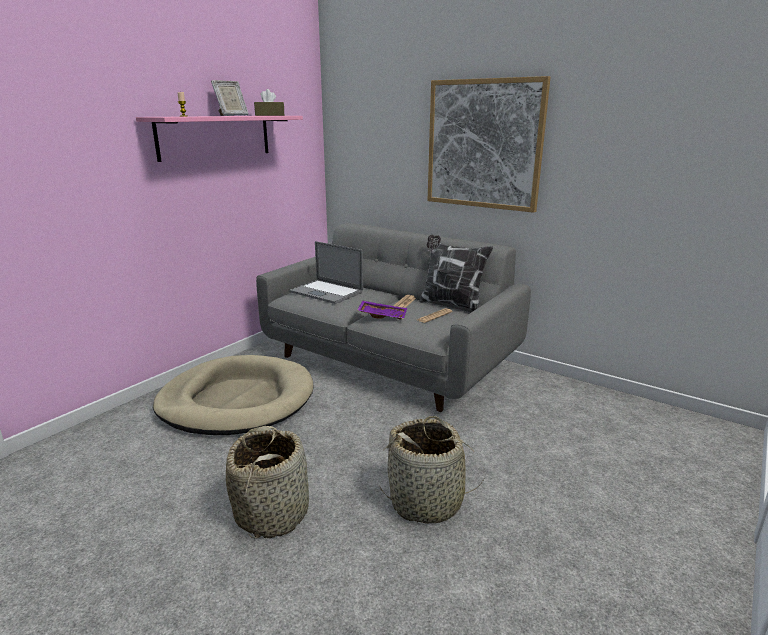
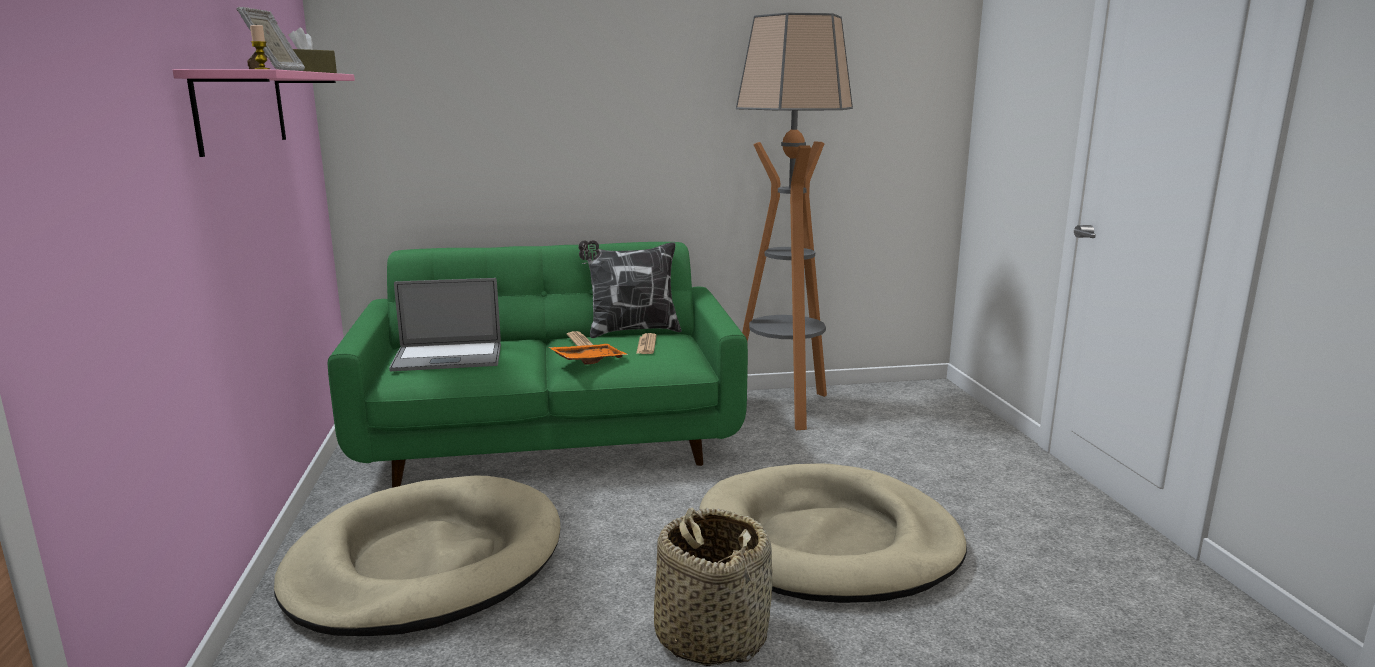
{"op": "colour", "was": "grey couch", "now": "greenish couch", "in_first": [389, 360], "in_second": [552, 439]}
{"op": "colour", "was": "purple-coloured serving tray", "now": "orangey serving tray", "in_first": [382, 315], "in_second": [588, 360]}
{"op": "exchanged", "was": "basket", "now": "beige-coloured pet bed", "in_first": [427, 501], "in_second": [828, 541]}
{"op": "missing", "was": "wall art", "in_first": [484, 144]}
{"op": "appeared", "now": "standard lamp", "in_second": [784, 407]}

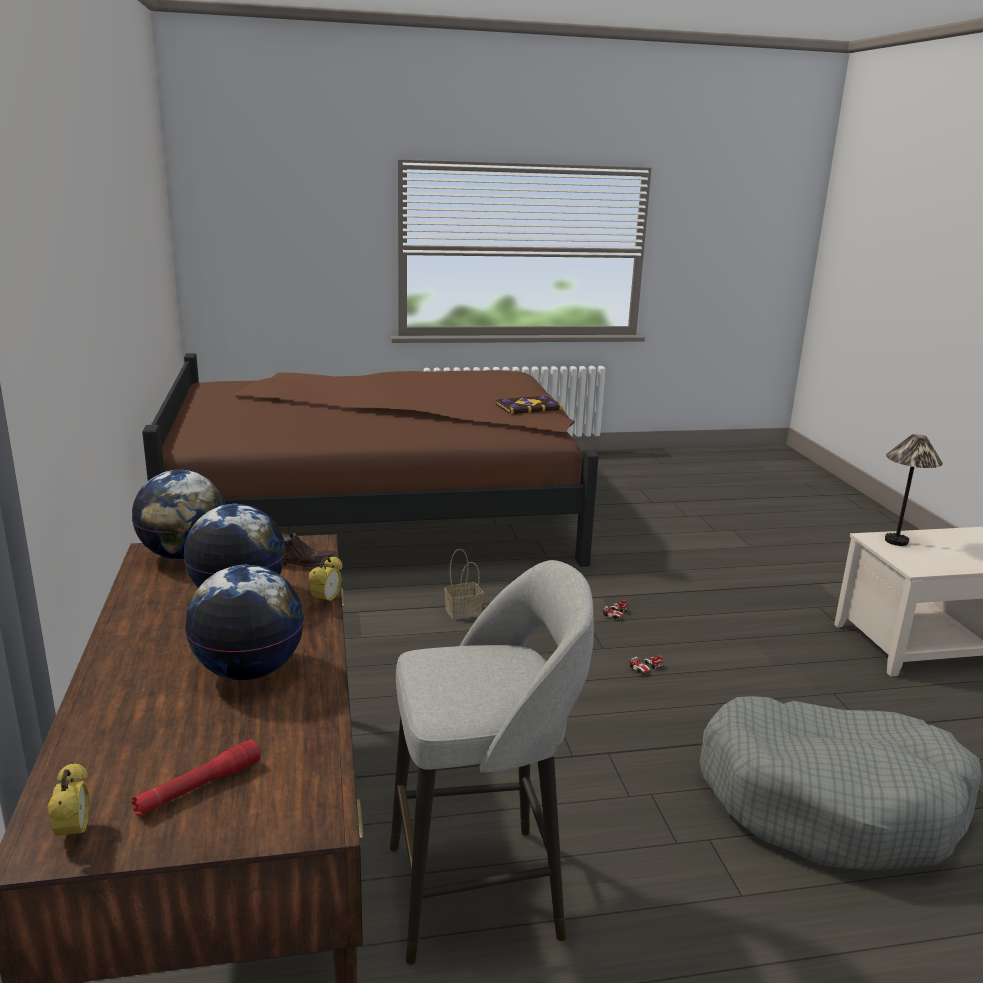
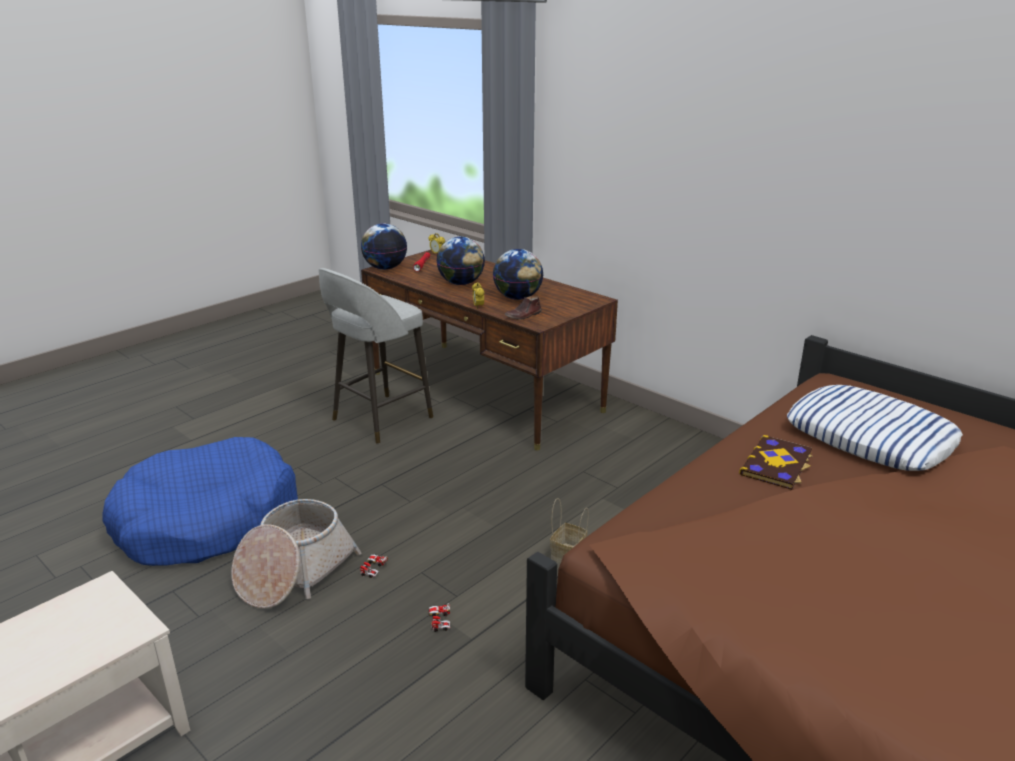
{"op": "relocated", "was": "world globe", "in_first": [183, 555], "in_second": [385, 268]}
{"op": "relocated", "was": "volume", "in_first": [528, 407], "in_second": [777, 464]}
{"op": "colour", "was": "grey pet bed", "now": "blue-coloured pet bed", "in_first": [831, 802], "in_second": [207, 521]}
{"op": "missing", "was": "table lamp", "in_first": [896, 541]}
{"op": "appeared", "now": "basket", "in_second": [294, 572]}
{"op": "appeared", "now": "pillow", "in_second": [870, 437]}

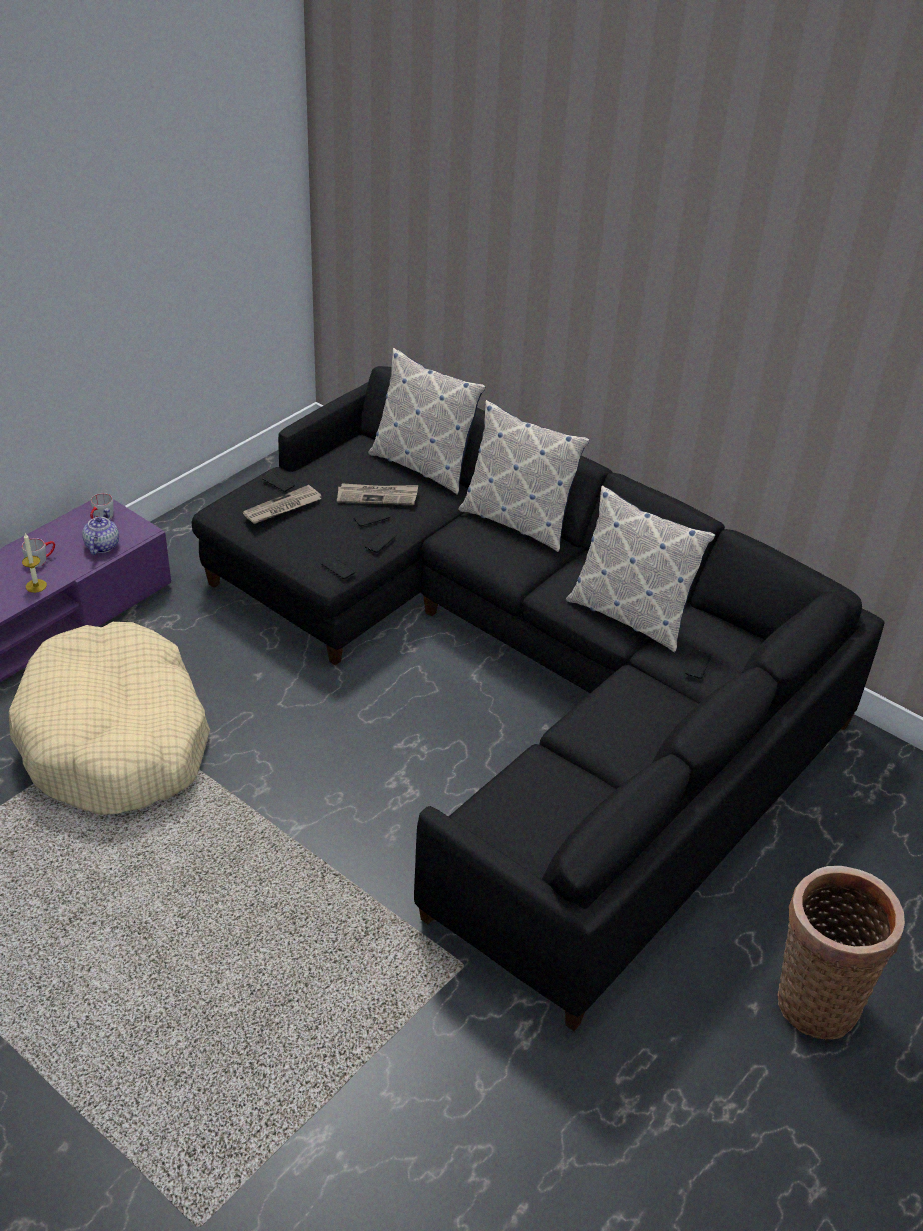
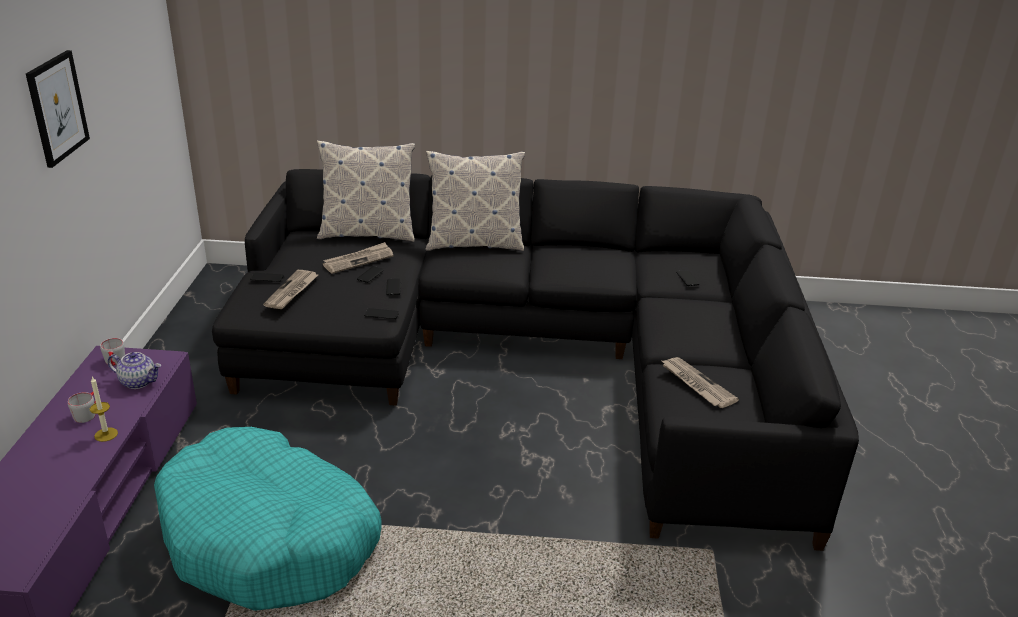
{"op": "colour", "was": "beige-coloured pet bed", "now": "blue-green pet bed", "in_first": [115, 739], "in_second": [269, 538]}
{"op": "spun", "was": "pot for tea", "in_first": [102, 545], "in_second": [138, 382], "clockwise": 135}
{"op": "missing", "was": "pillow", "in_first": [630, 615]}
{"op": "missing", "was": "basket", "in_first": [815, 998]}
{"op": "appeared", "now": "wall art", "in_second": [57, 108]}
{"op": "appeared", "now": "newspaper", "in_second": [696, 384]}

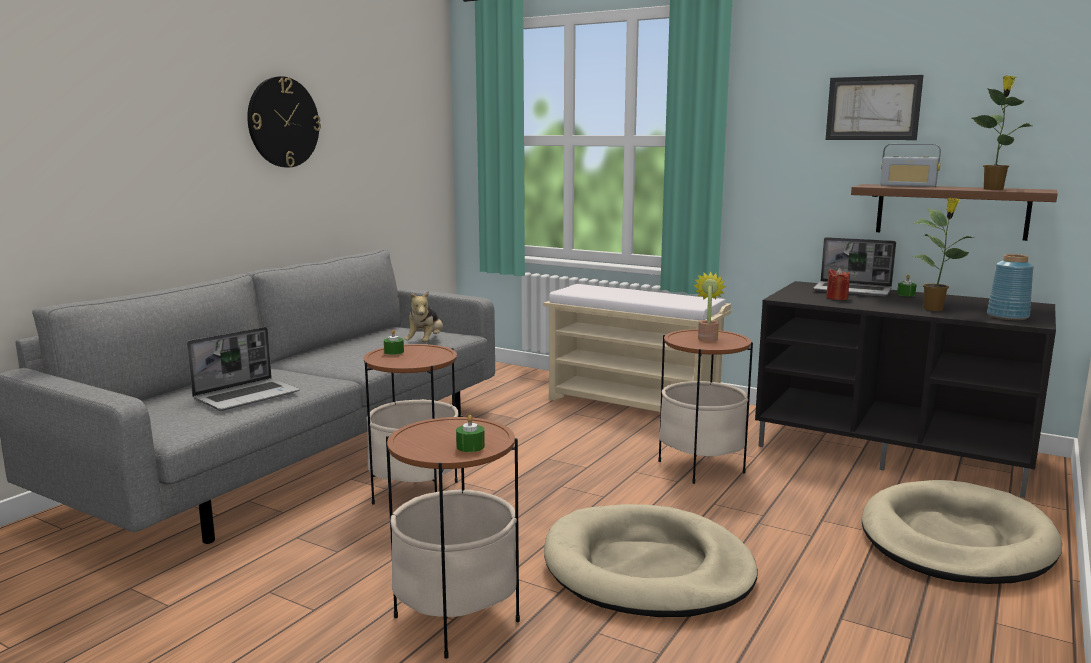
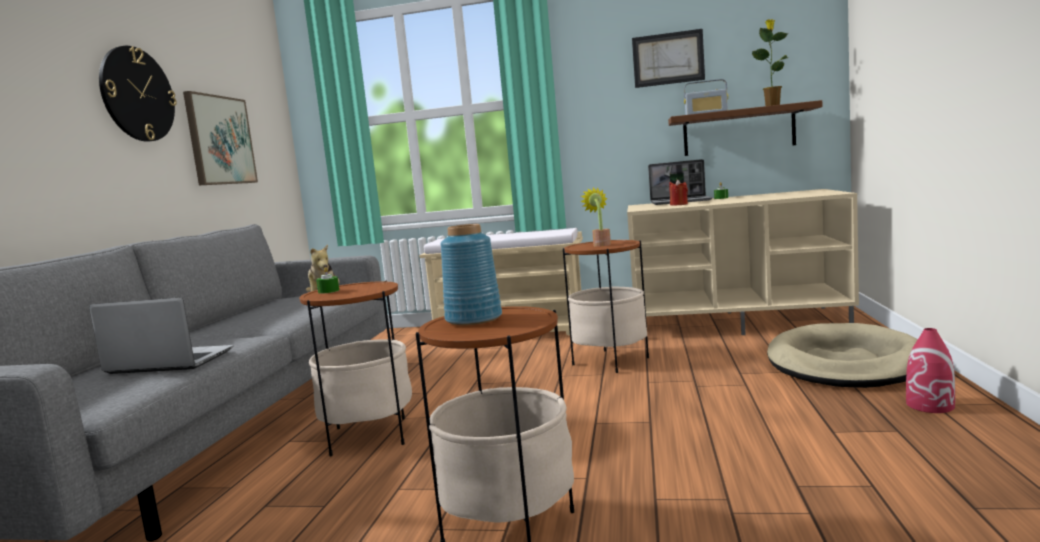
{"op": "spun", "was": "notebook computer", "in_first": [247, 396], "in_second": [168, 362], "clockwise": -105}
{"op": "missing", "was": "greenish wax candle", "in_first": [470, 446]}
{"op": "missing", "was": "beige-coloured pet bed", "in_first": [647, 568]}
{"op": "colour", "was": "black tv unit", "now": "beige-coloured tv unit", "in_first": [893, 450], "in_second": [737, 322]}
{"op": "missing", "was": "plant in a pot", "in_first": [934, 309]}
{"op": "relocated", "was": "blue-coloured flower vase", "in_first": [1008, 316], "in_second": [474, 319]}
{"op": "appeared", "now": "wall art", "in_second": [220, 140]}
{"op": "appeared", "now": "reddish flower vase", "in_second": [930, 405]}

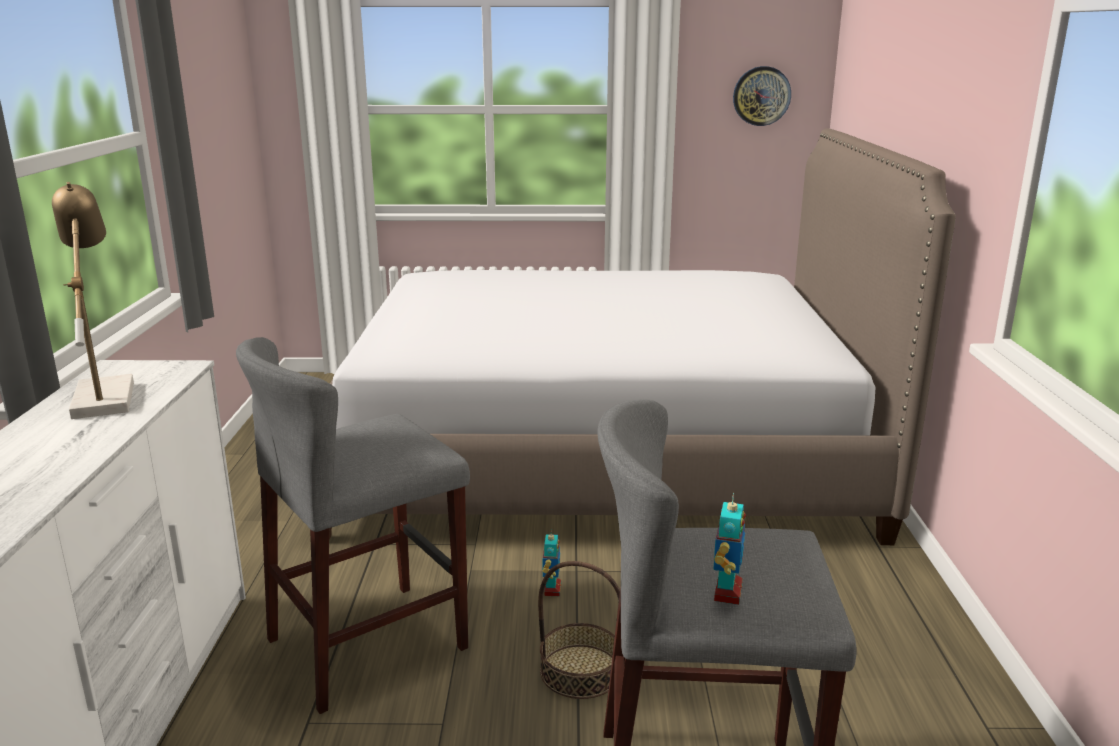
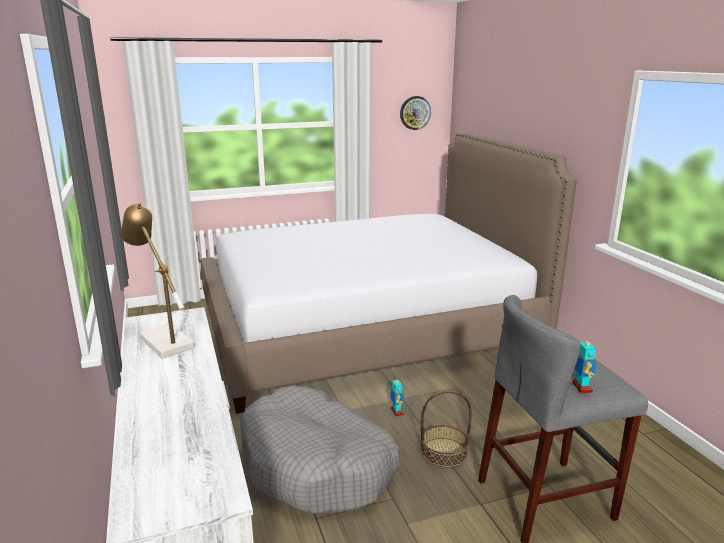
{"op": "exchanged", "was": "grey stool", "now": "grey pet bed", "in_first": [368, 644], "in_second": [317, 465]}

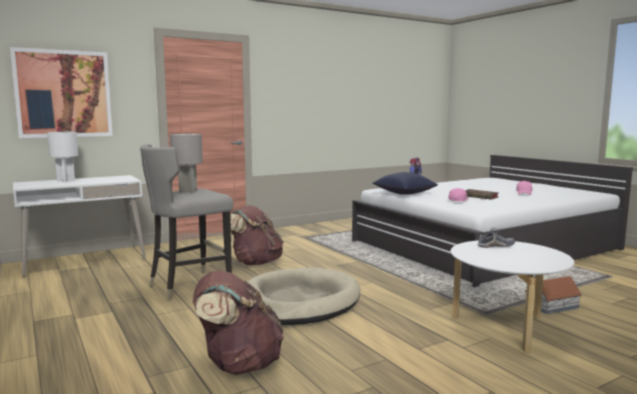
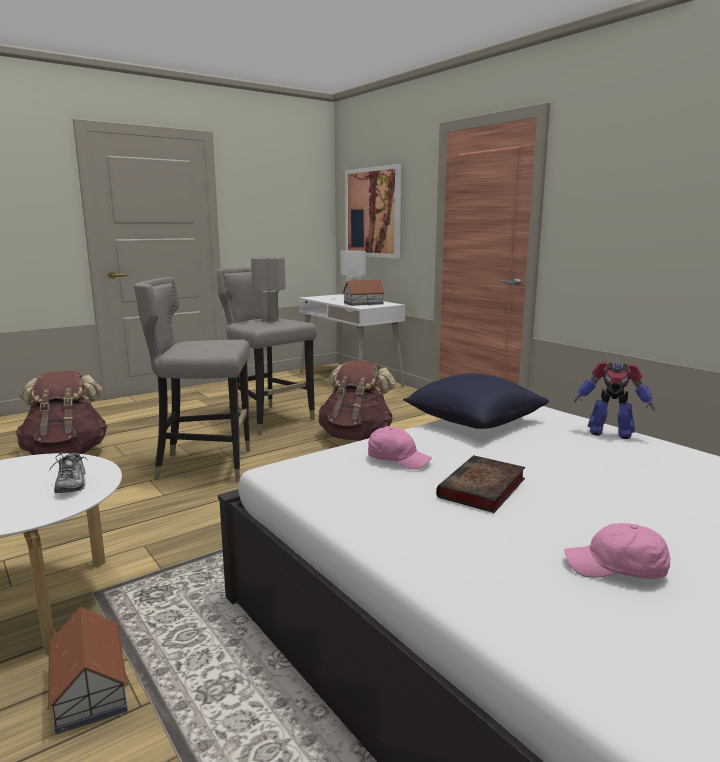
{"op": "exchanged", "was": "beige-coloured pet bed", "now": "grey stool", "in_first": [297, 302], "in_second": [204, 466]}
{"op": "appeared", "now": "toy house", "in_second": [364, 303]}

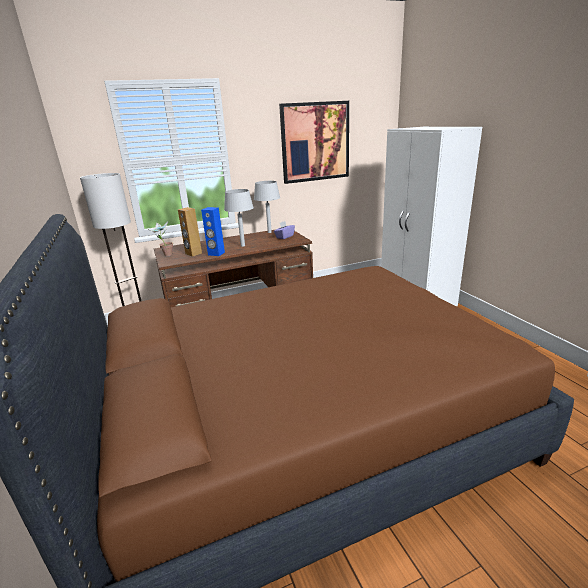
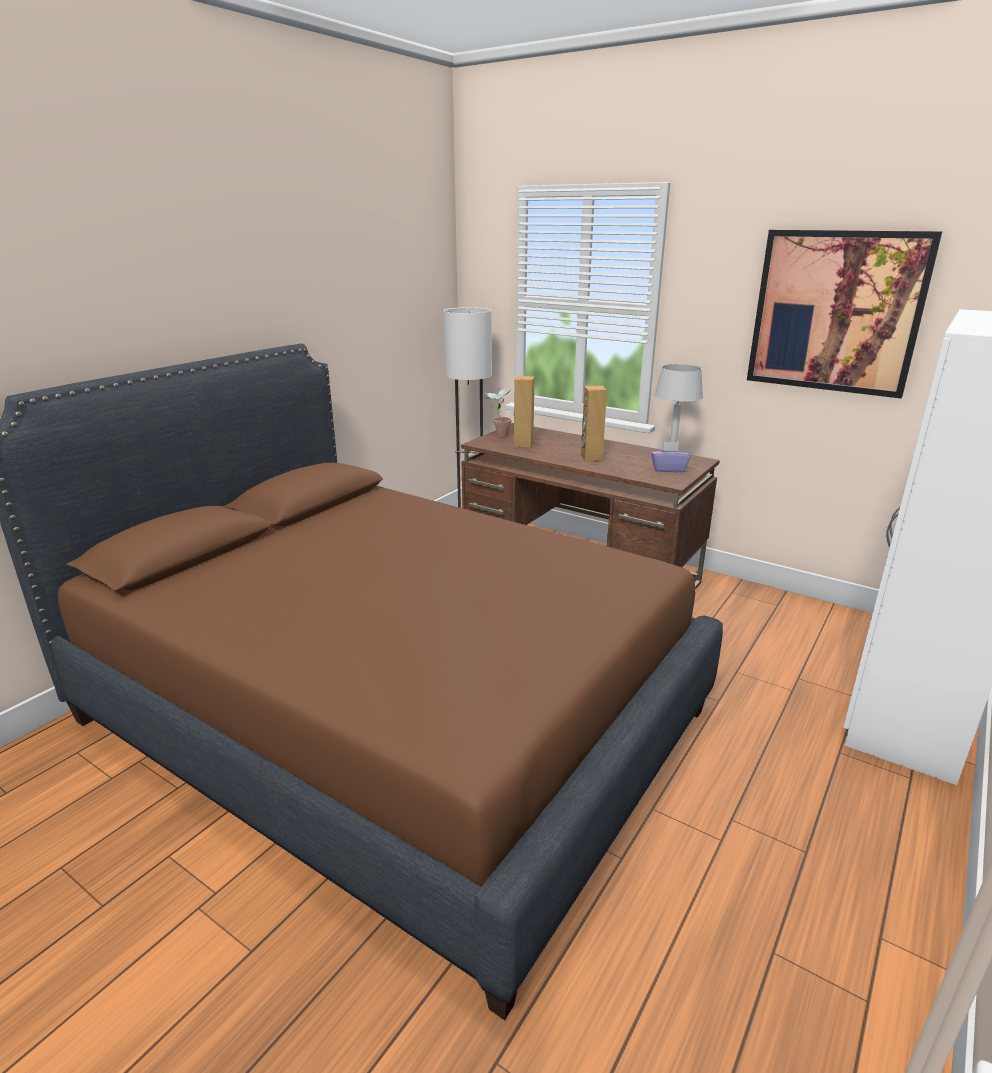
{"op": "missing", "was": "blue-coloured loudspeaker", "in_first": [216, 254]}
{"op": "exchanged", "was": "grey table lamp", "now": "brown-coloured loudspeaker", "in_first": [243, 245], "in_second": [591, 458]}

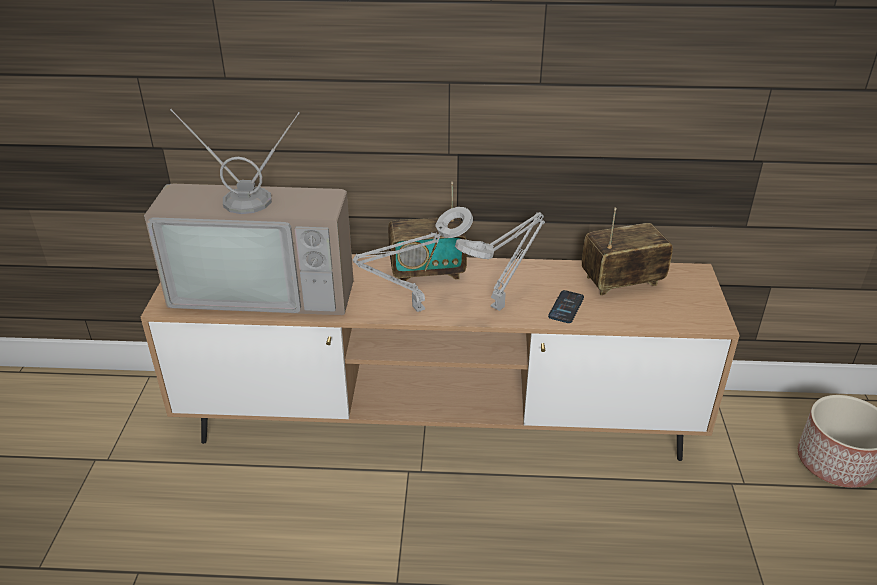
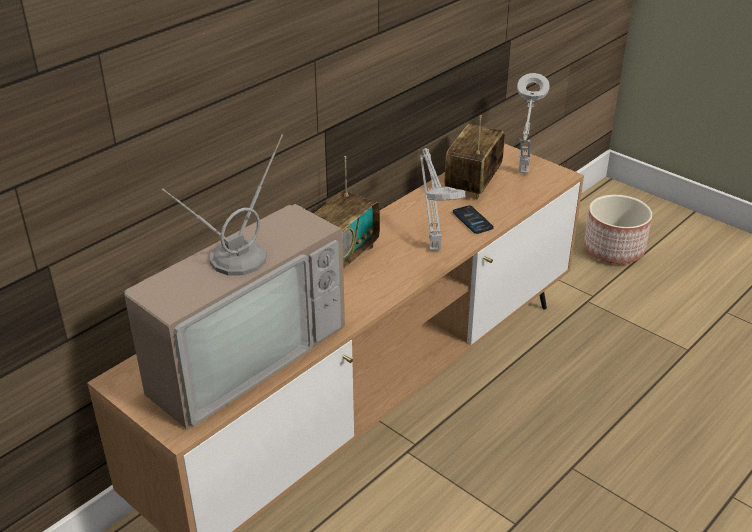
{"op": "relocated", "was": "grey table lamp", "in_first": [414, 310], "in_second": [523, 174]}

